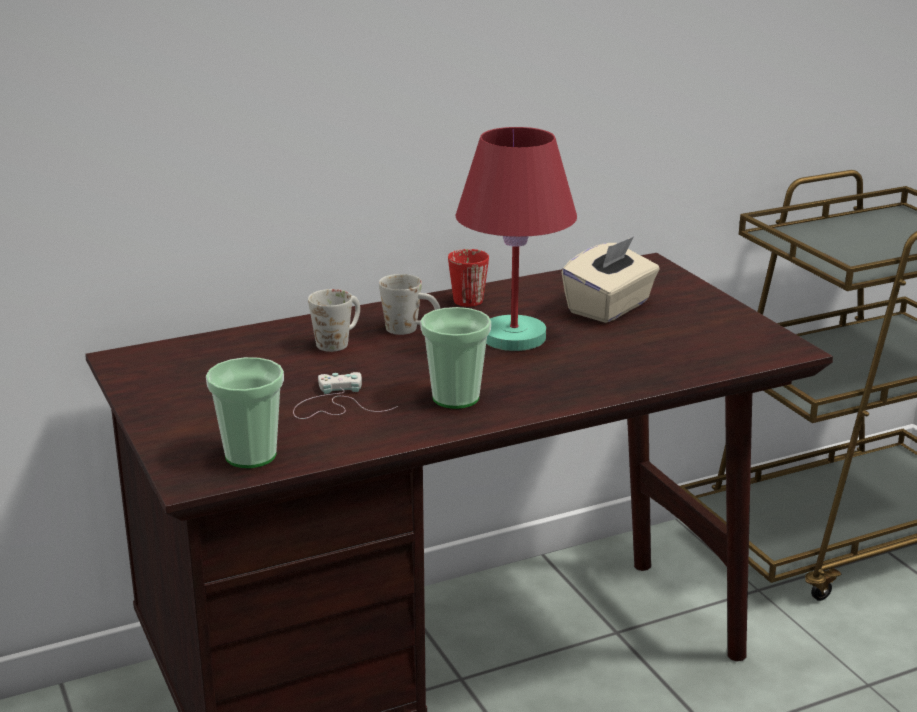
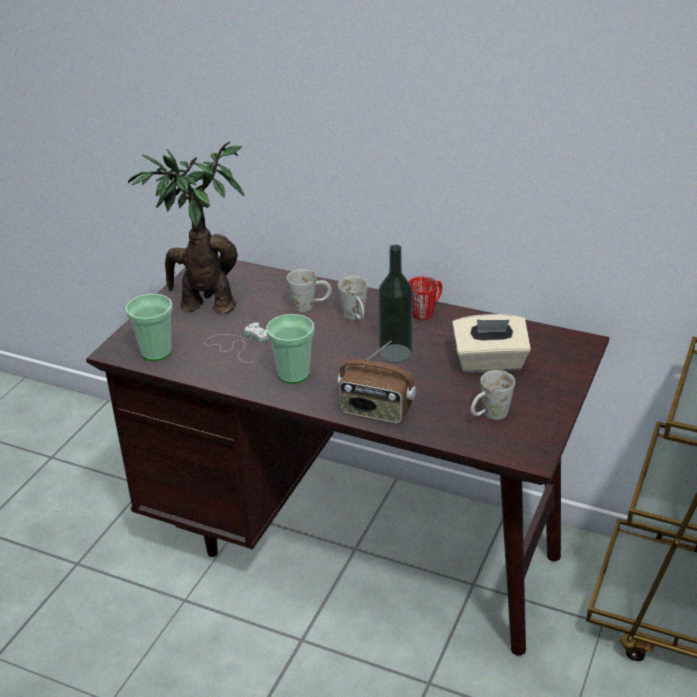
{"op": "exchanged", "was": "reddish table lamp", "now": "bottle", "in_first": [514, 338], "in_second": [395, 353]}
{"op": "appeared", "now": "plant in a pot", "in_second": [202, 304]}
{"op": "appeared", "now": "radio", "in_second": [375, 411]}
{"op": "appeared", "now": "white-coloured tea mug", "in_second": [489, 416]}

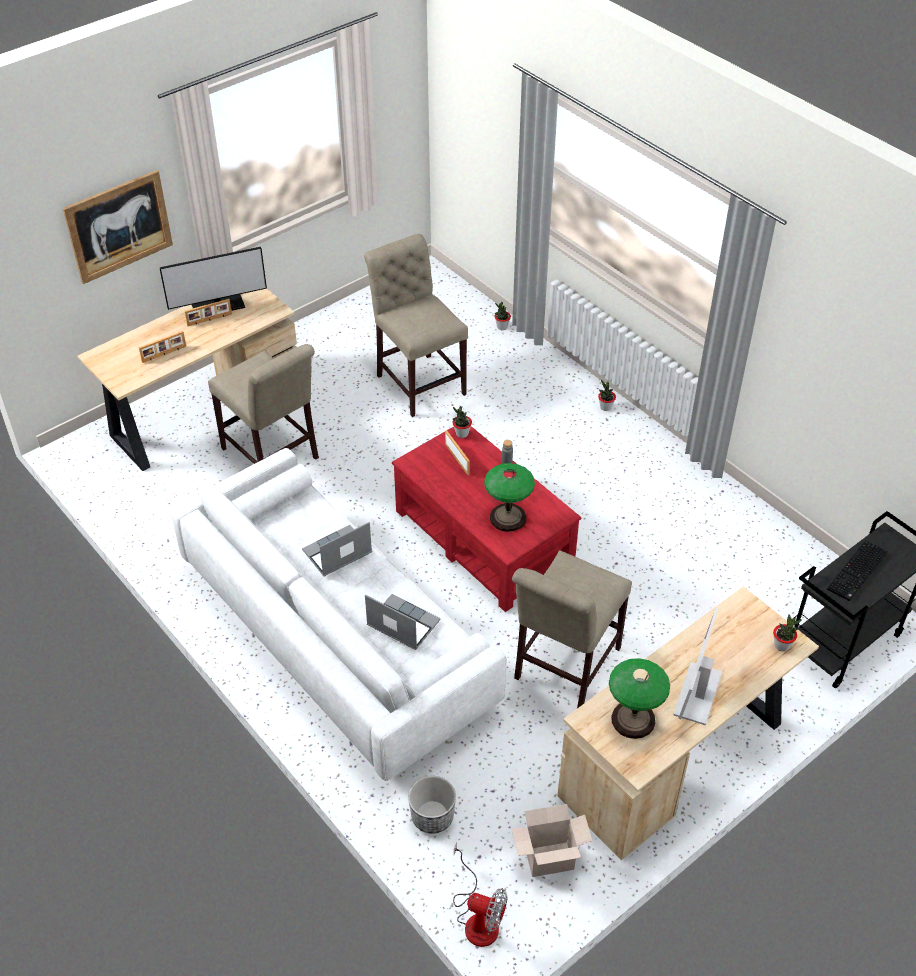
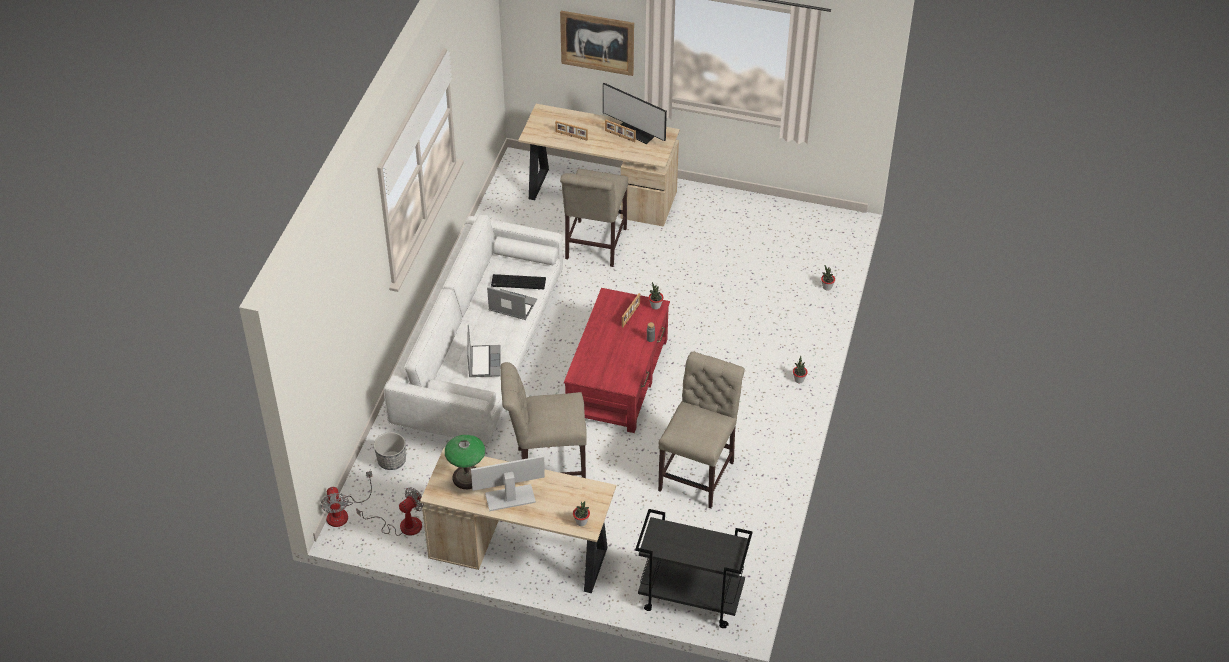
{"op": "relocated", "was": "beige-coloured upright chair", "in_first": [418, 381], "in_second": [699, 472]}
{"op": "missing", "was": "table lamp", "in_first": [508, 517]}
{"op": "exchanged", "was": "packing box", "now": "fan", "in_first": [548, 861], "in_second": [402, 525]}
{"op": "relocated", "was": "PC keyboard", "in_first": [857, 572], "in_second": [517, 283]}

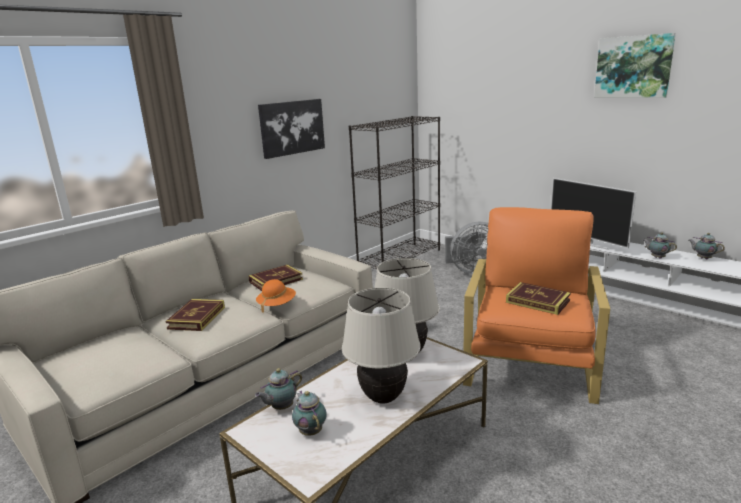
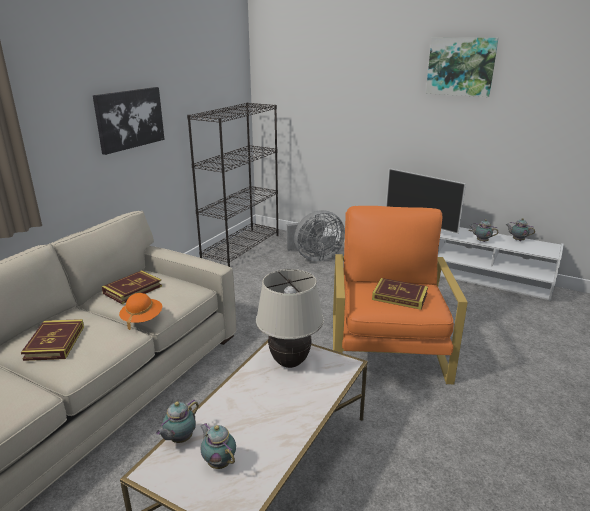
{"op": "missing", "was": "beige-coloured table lamp", "in_first": [383, 397]}

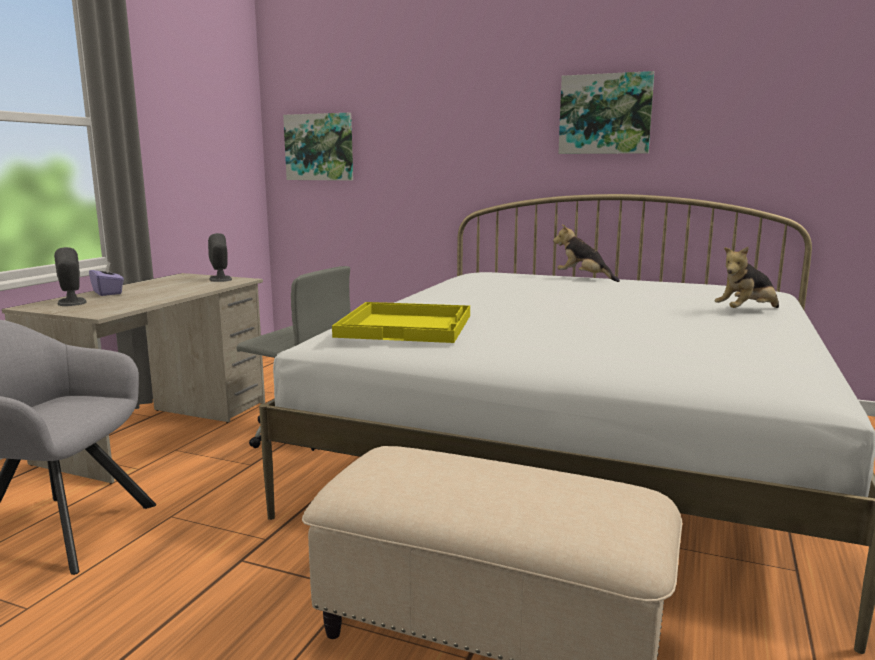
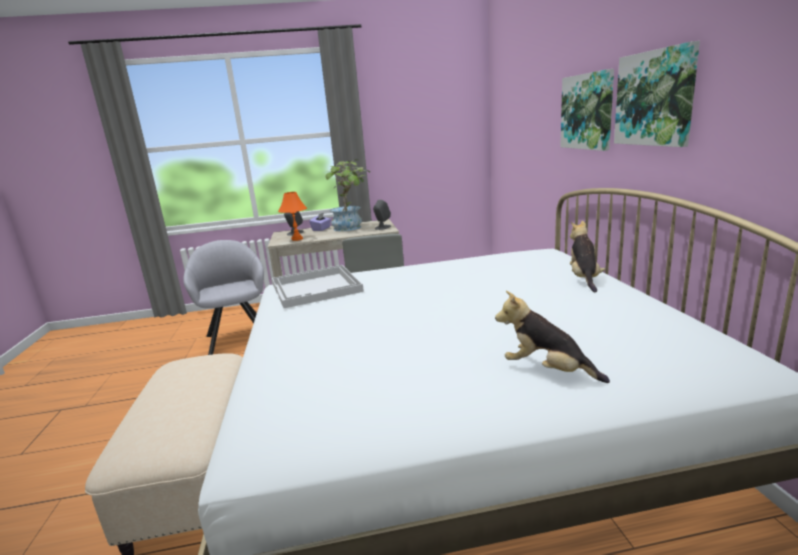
{"op": "relocated", "was": "wall art", "in_first": [319, 147], "in_second": [587, 111]}
{"op": "colour", "was": "yellowish serving tray", "now": "white-coloured serving tray", "in_first": [407, 325], "in_second": [317, 288]}
{"op": "appeared", "now": "orangey table lamp", "in_second": [297, 239]}
{"op": "appeared", "now": "plant in a pot", "in_second": [351, 228]}

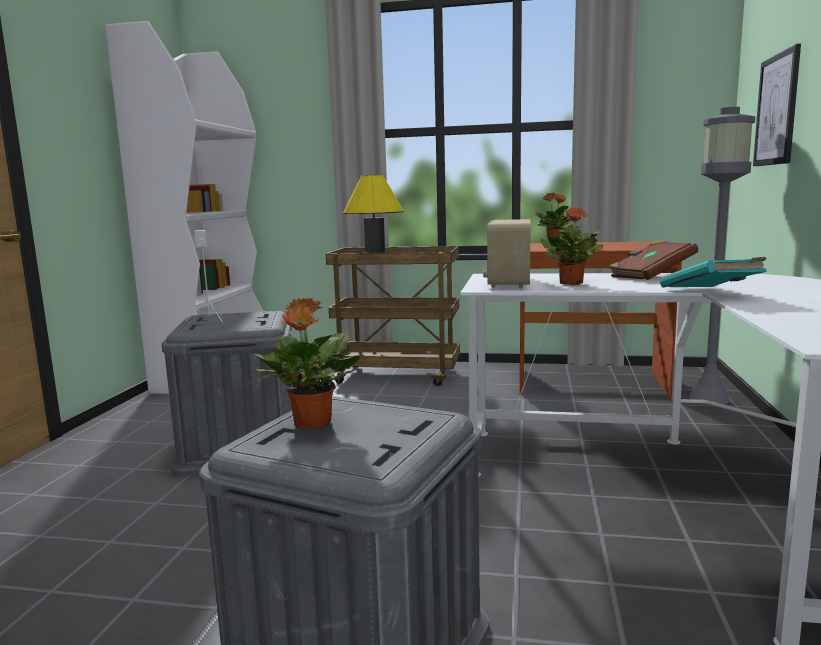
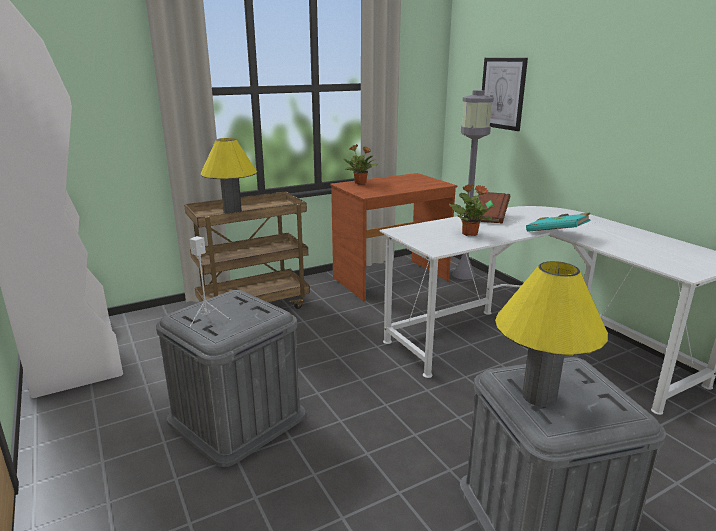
{"op": "exchanged", "was": "plant in a pot", "now": "yellowish table lamp", "in_first": [312, 423], "in_second": [539, 396]}
{"op": "missing", "was": "radio", "in_first": [508, 283]}

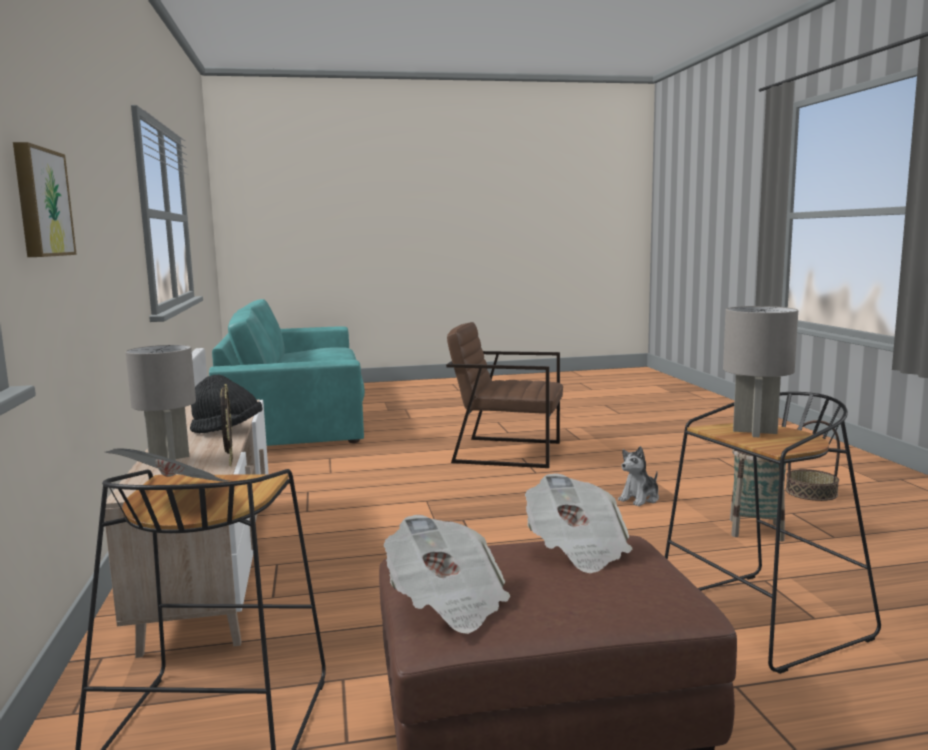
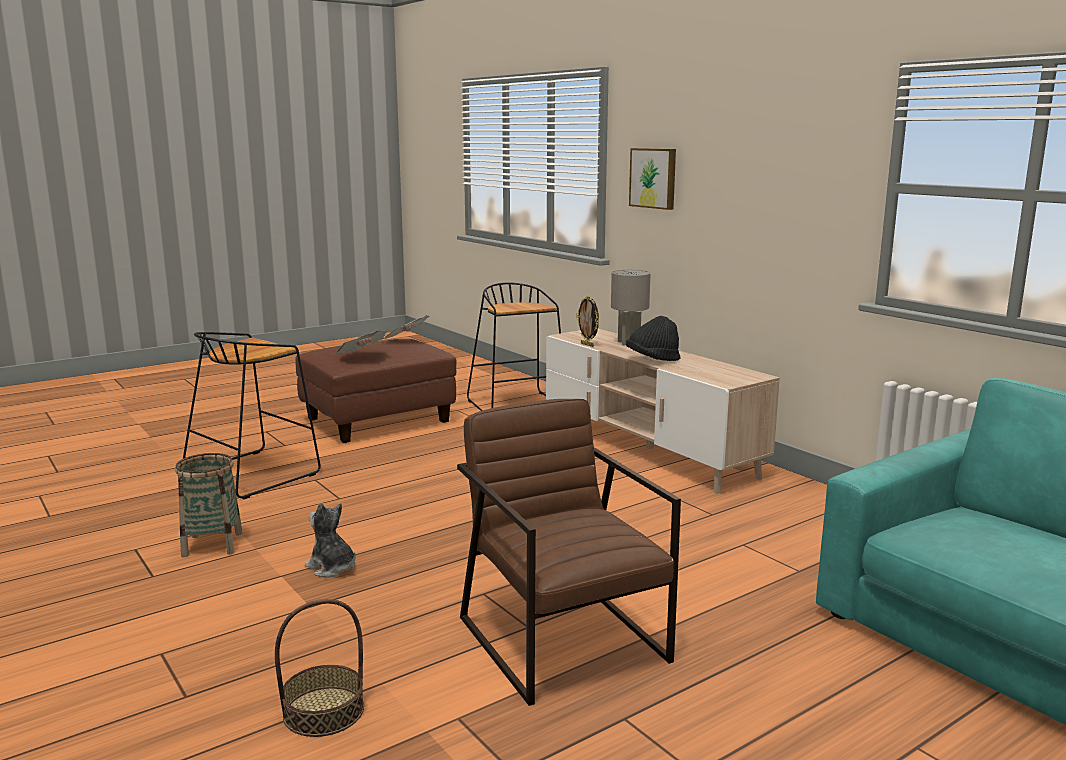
{"op": "missing", "was": "newspaper", "in_first": [176, 496]}
{"op": "spun", "was": "brown-coloured easy chair", "in_first": [507, 452], "in_second": [563, 638], "clockwise": -105}
{"op": "spun", "was": "soft toy", "in_first": [640, 499], "in_second": [332, 568], "clockwise": -75}
{"op": "missing", "was": "grey table lamp", "in_first": [754, 431]}
{"op": "relocated", "was": "basket", "in_first": [811, 492], "in_second": [323, 711]}

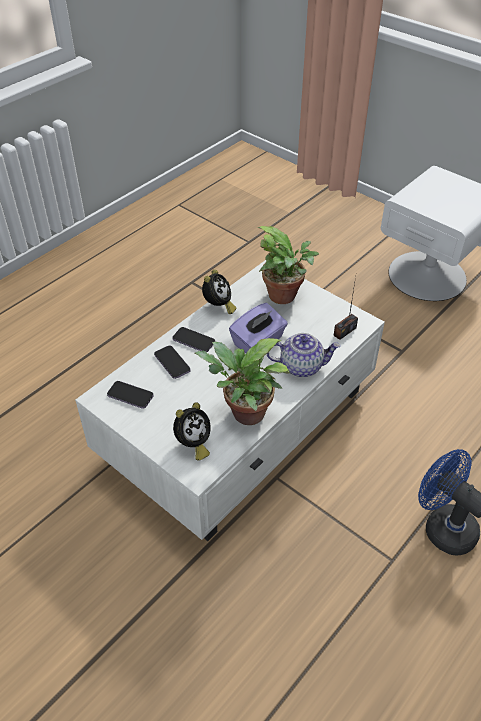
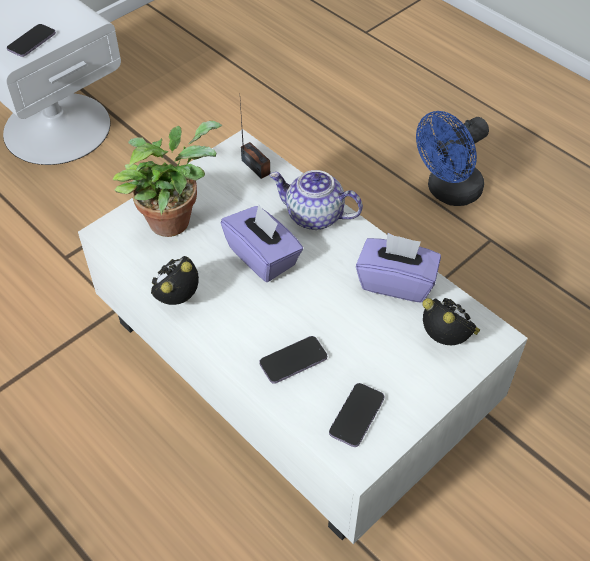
{"op": "relocated", "was": "phone", "in_first": [193, 341], "in_second": [32, 42]}
{"op": "exchanged", "was": "plant in a pot", "now": "purple-coloured tissue holder", "in_first": [244, 414], "in_second": [396, 282]}
{"op": "spun", "was": "alarm clock", "in_first": [218, 306], "in_second": [177, 298], "clockwise": -75}
{"op": "spun", "was": "pot for tea", "in_first": [301, 366], "in_second": [314, 216], "clockwise": -75}

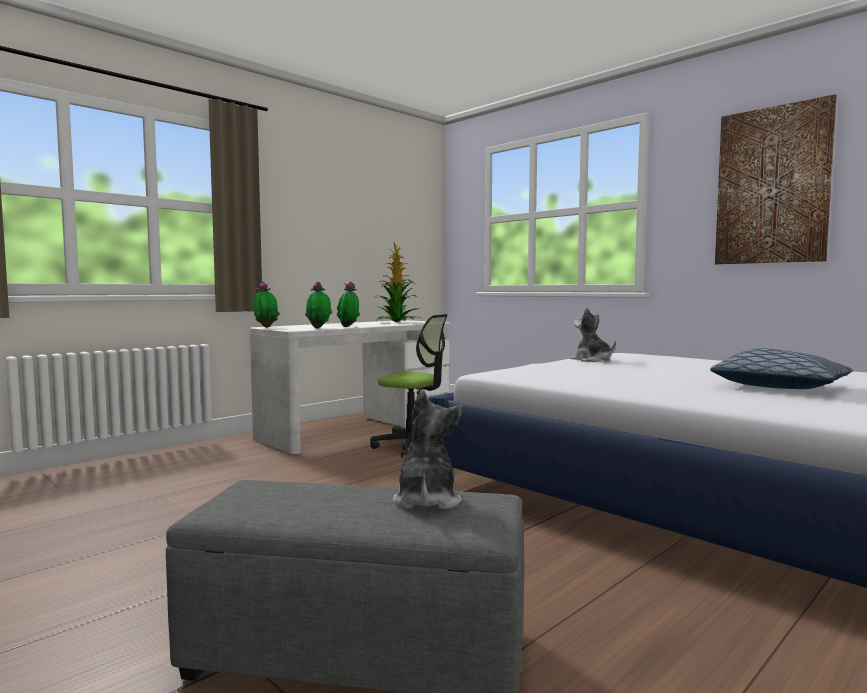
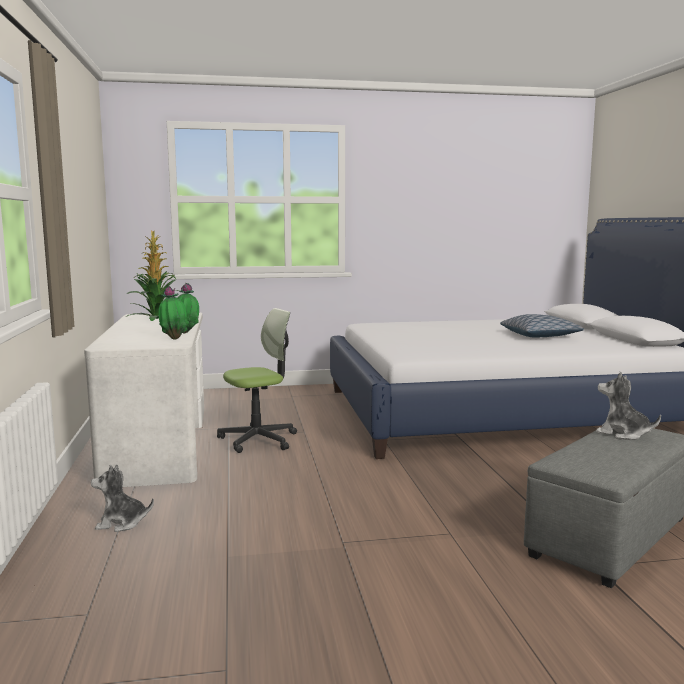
{"op": "missing", "was": "plant in a pot", "in_first": [266, 327]}
{"op": "relocated", "was": "soft toy", "in_first": [591, 360], "in_second": [121, 523]}
{"op": "missing", "was": "wall art", "in_first": [772, 186]}

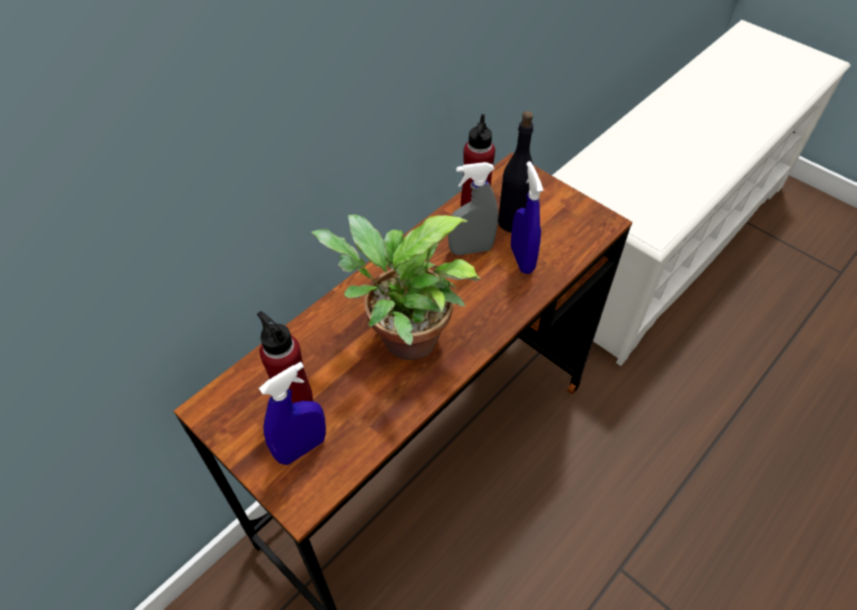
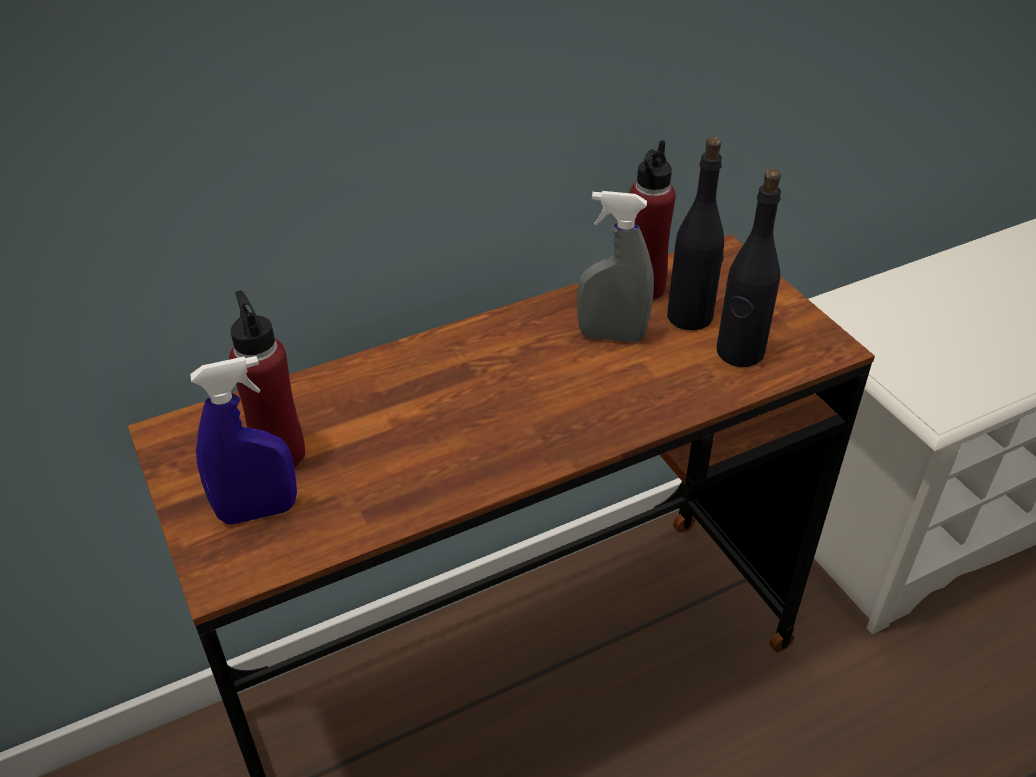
{"op": "missing", "was": "plant in a pot", "in_first": [402, 340]}
{"op": "missing", "was": "blue-coloured spray bottle", "in_first": [521, 259]}
{"op": "appeared", "now": "black bottle", "in_second": [739, 352]}

